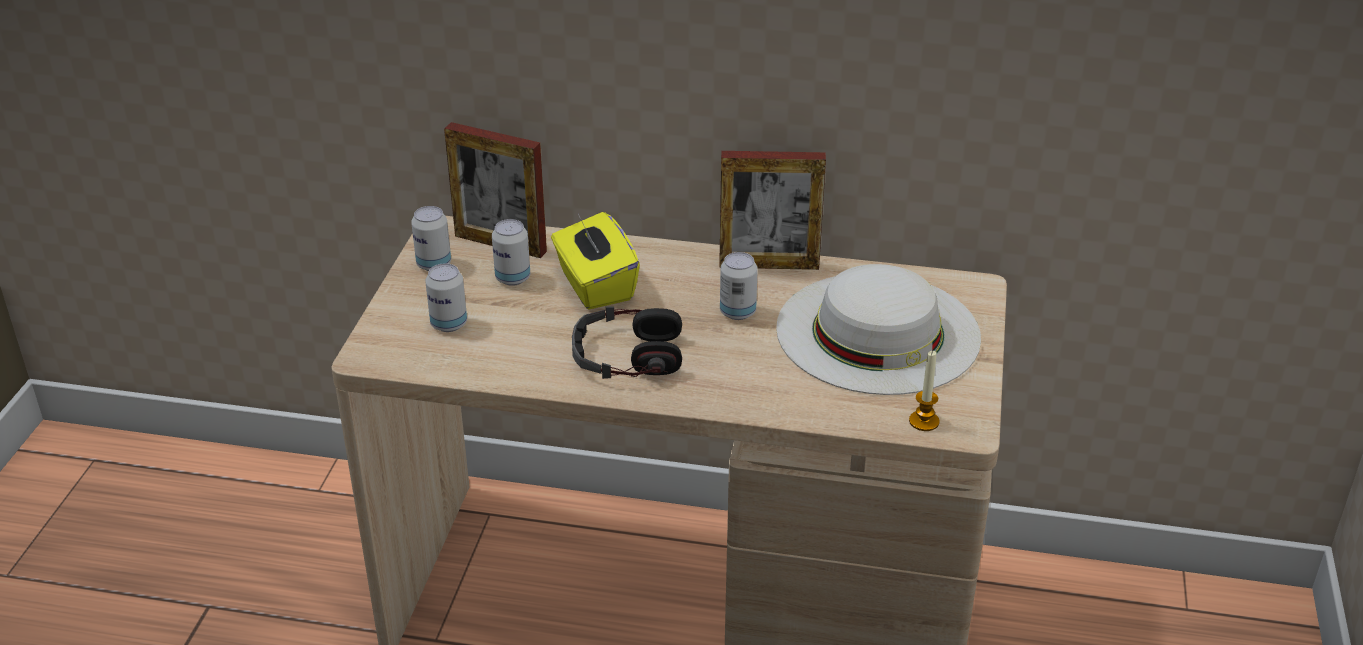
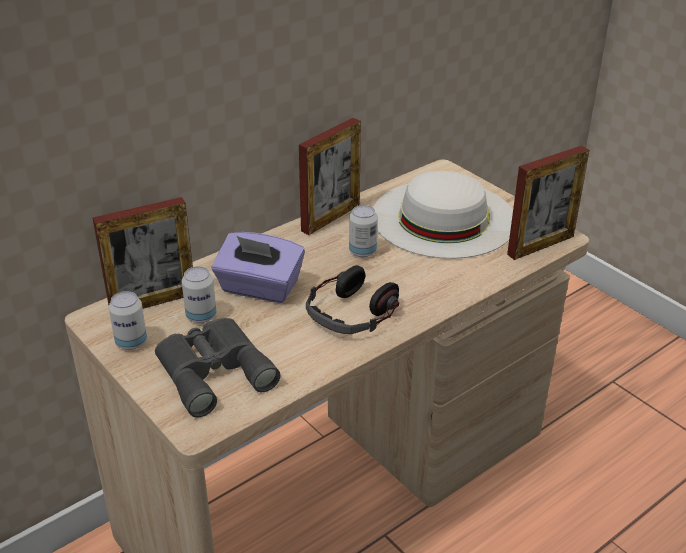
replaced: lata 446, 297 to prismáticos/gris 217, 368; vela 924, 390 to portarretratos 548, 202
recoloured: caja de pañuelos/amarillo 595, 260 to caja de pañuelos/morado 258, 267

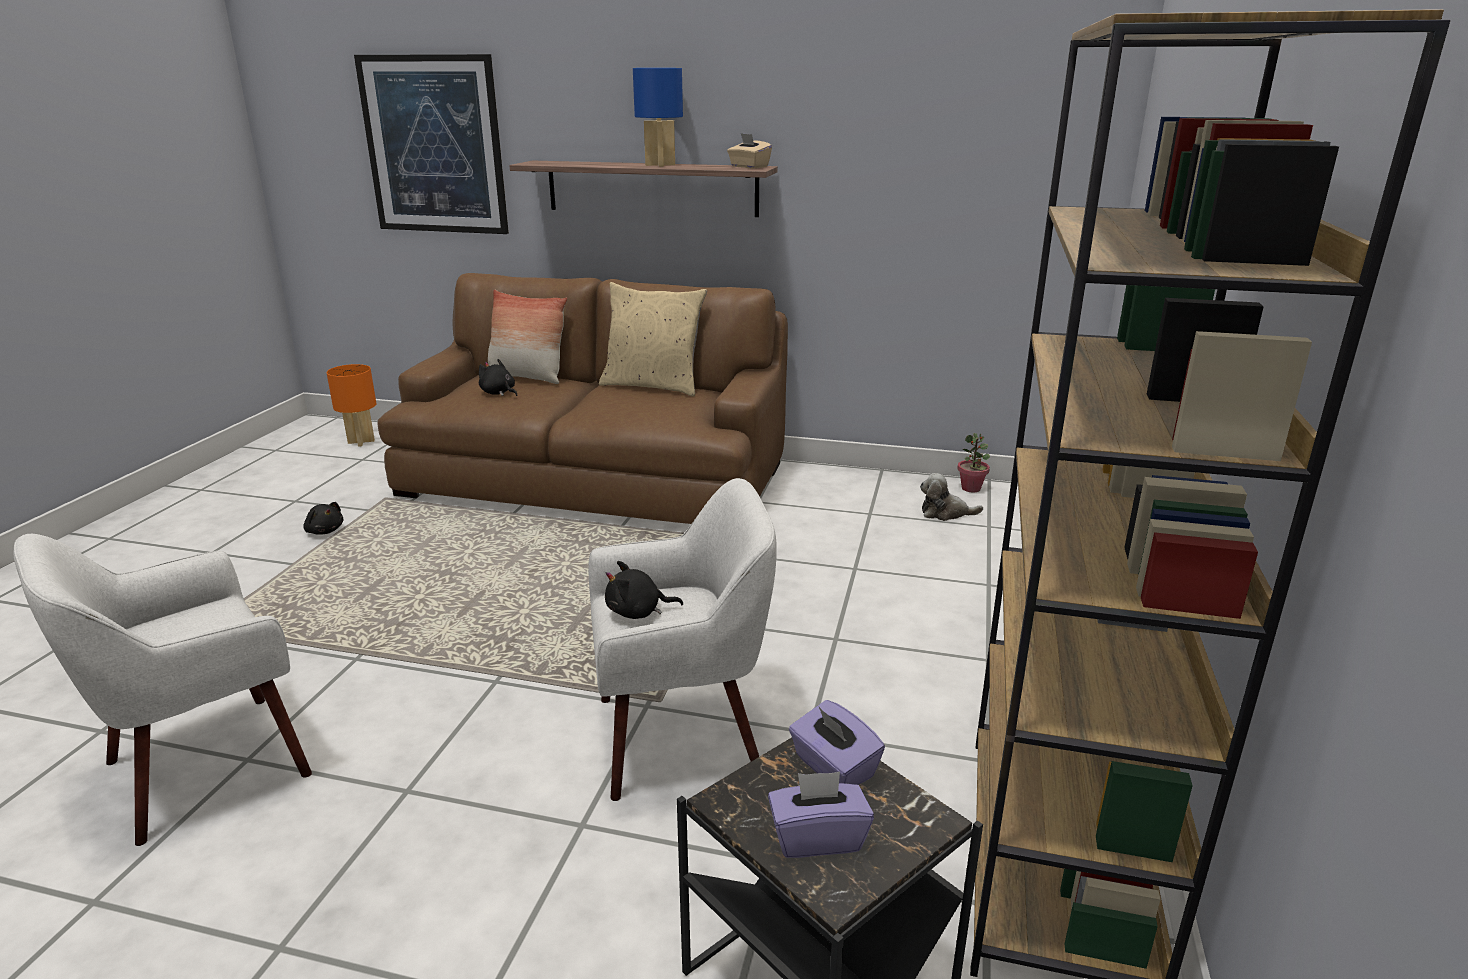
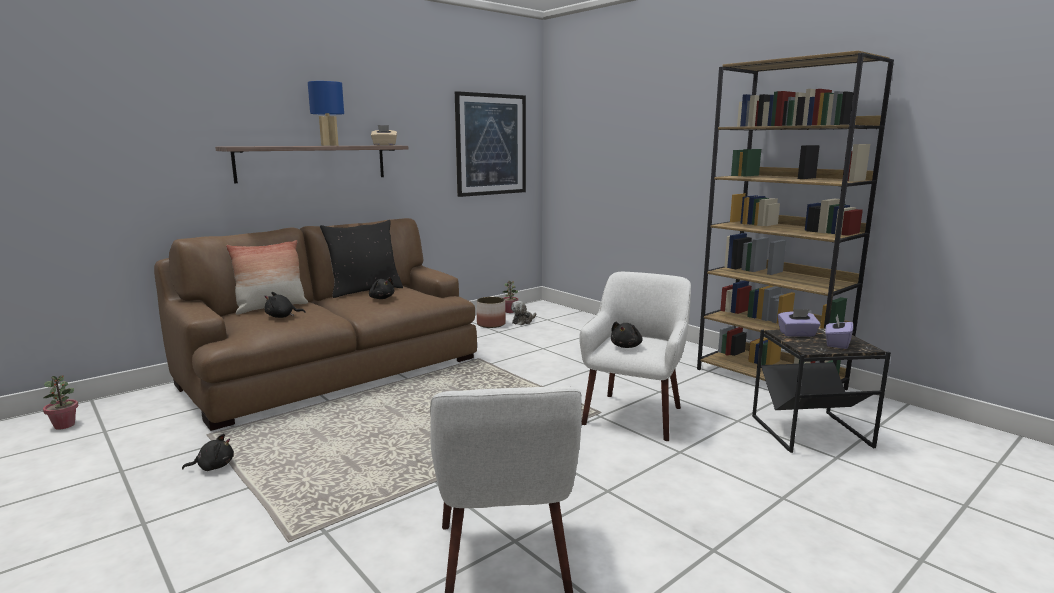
added: peluche/negro 382, 288; maceta 491, 312
moved: cuadro 431, 144 to 490, 144
replaced: lámpara de mesa/naranja 351, 405 to planta en maceta 60, 402
recoloured: cojín/beis 653, 339 to cojín/negro 361, 259

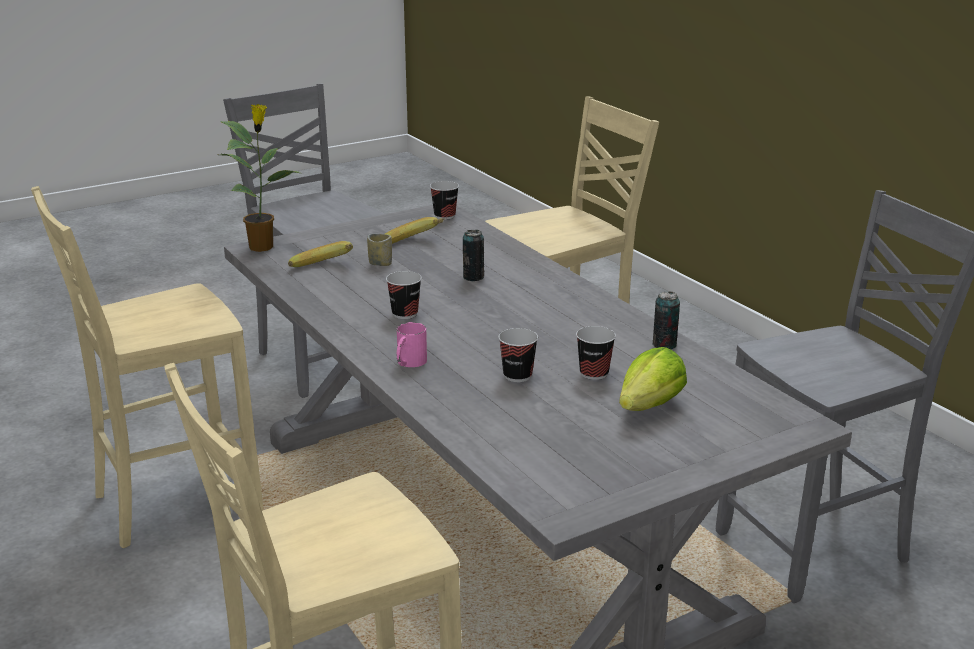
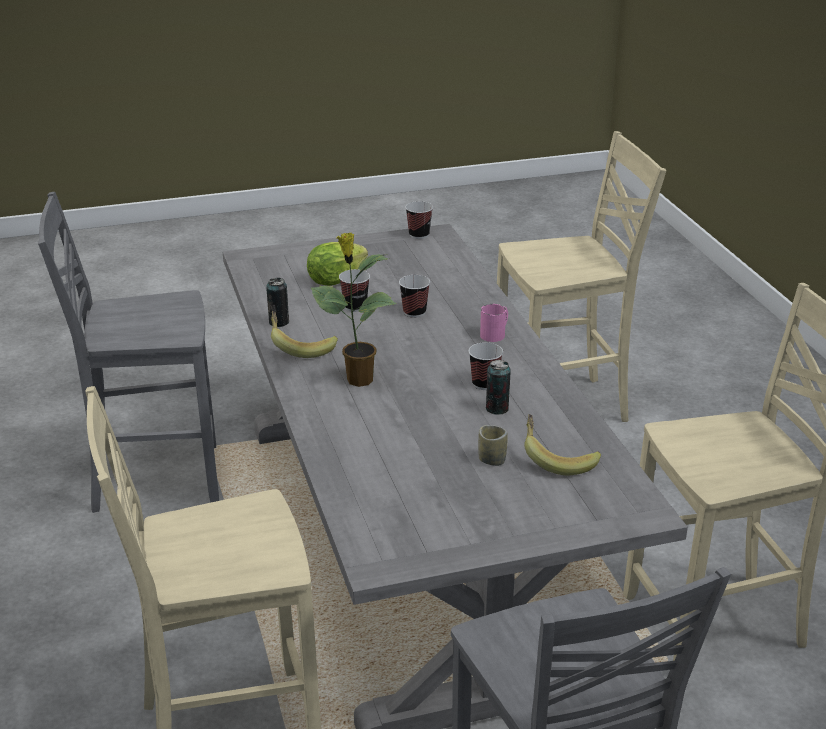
moved: planta en maceta 260, 178 to 353, 310; taza 444, 200 to 419, 220; plátano 414, 230 to 304, 334; lata 473, 256 to 498, 387

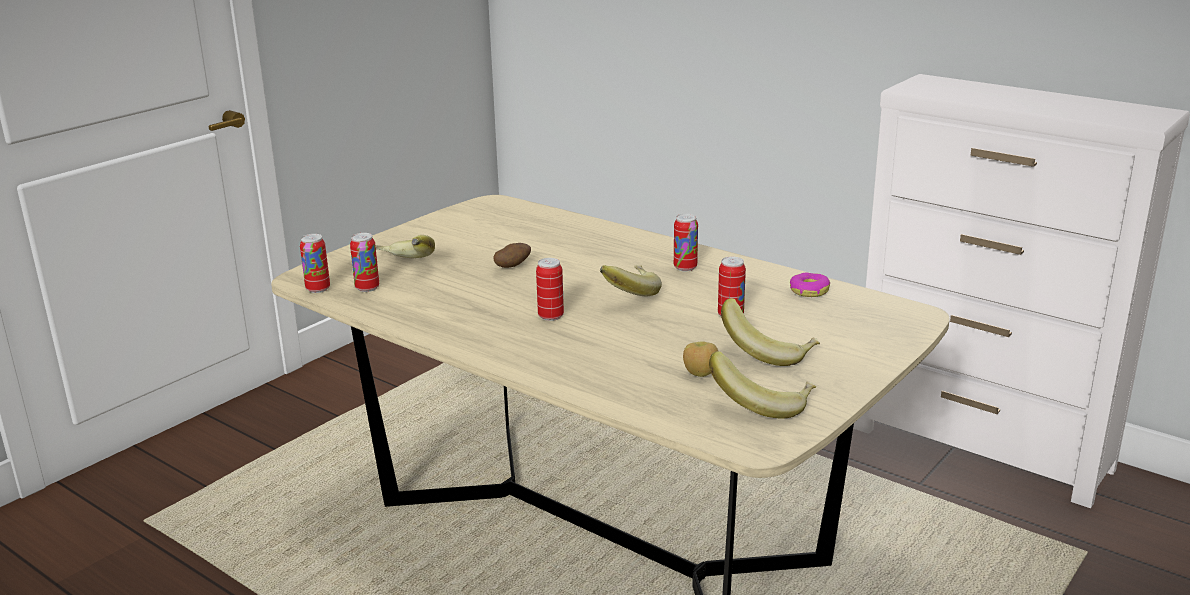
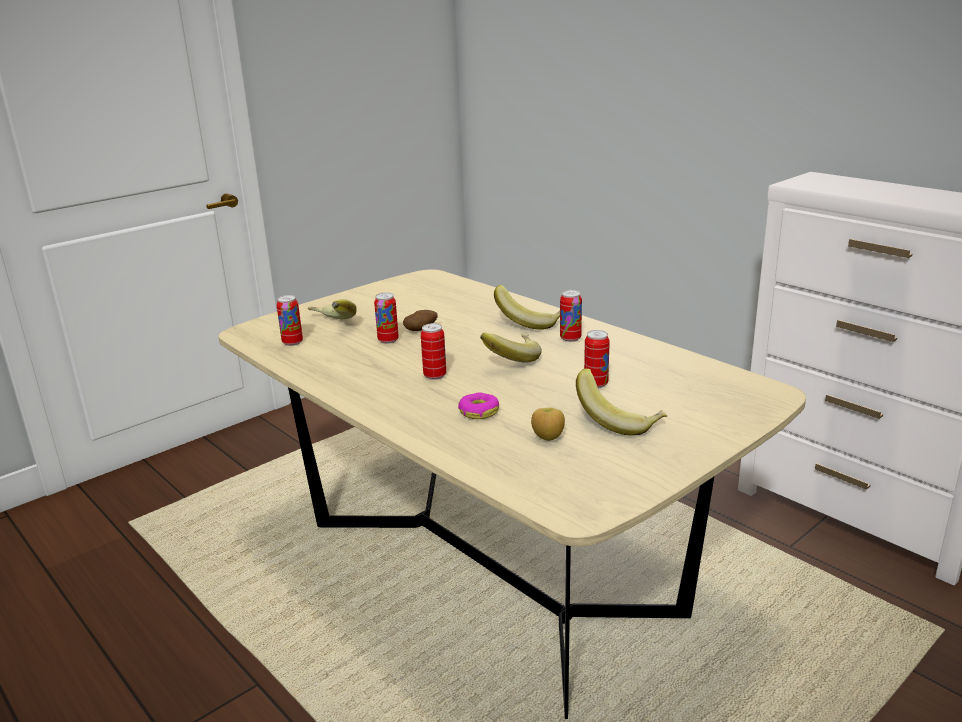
moved: lata 315, 263 to 386, 318; rosquilla 810, 284 to 478, 406; plátano 763, 384 to 527, 307

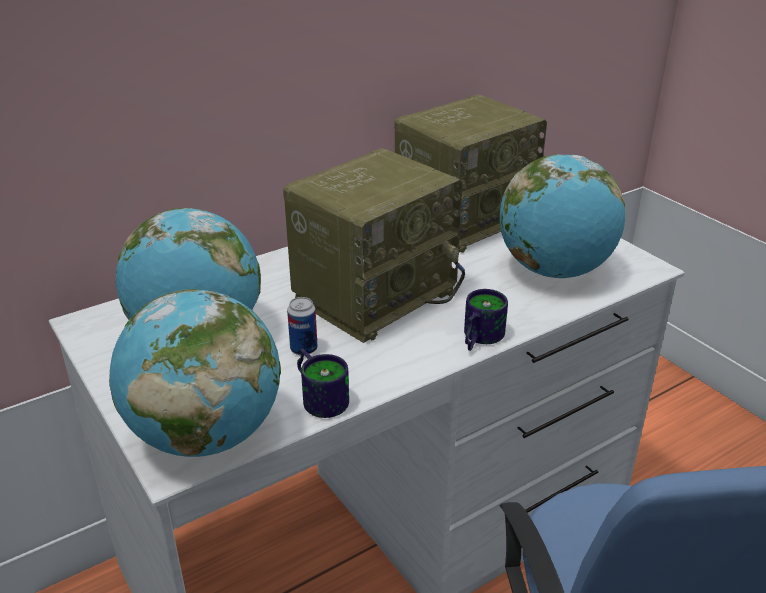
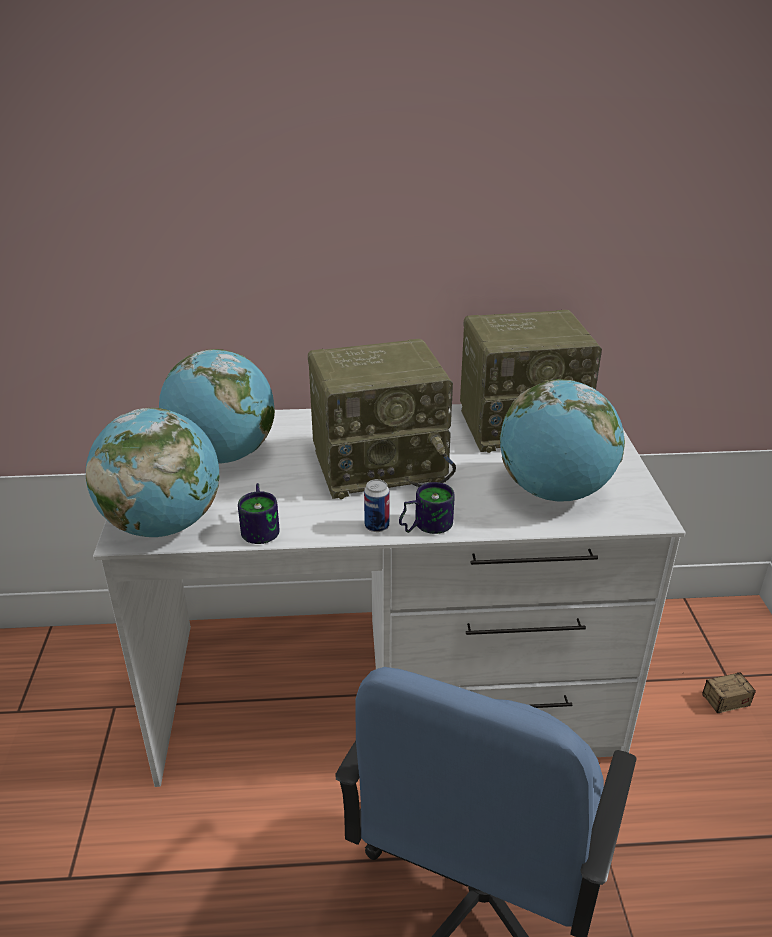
added: caja de almacenaje 719, 692
moved: lata 302, 326 to 376, 505

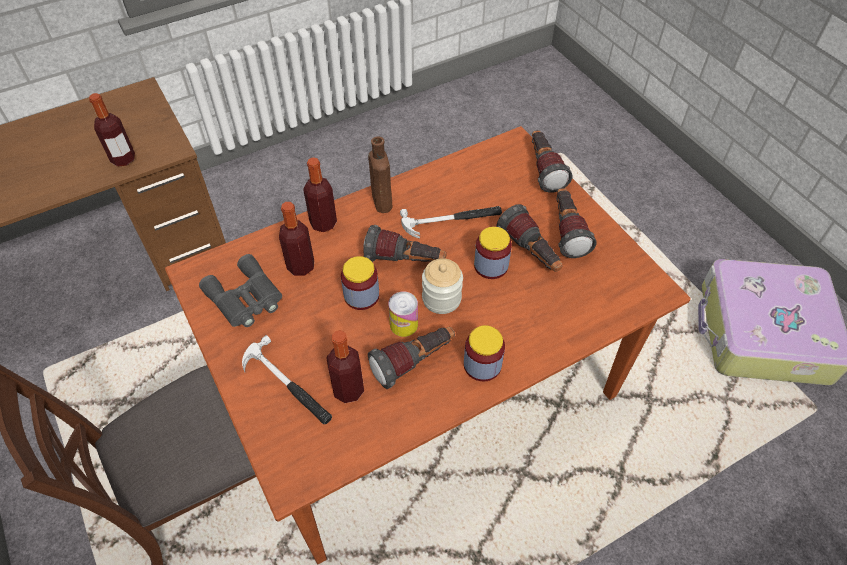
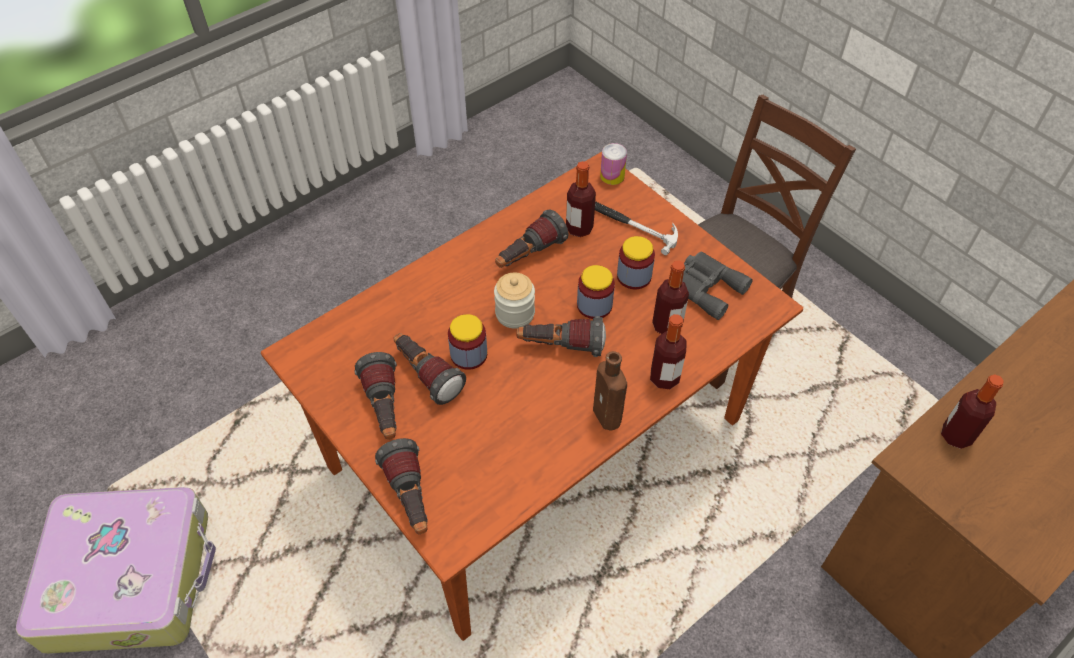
removed: martillo 451, 222
moved: lata 403, 314 to 613, 164; tarro 484, 353 to 636, 262

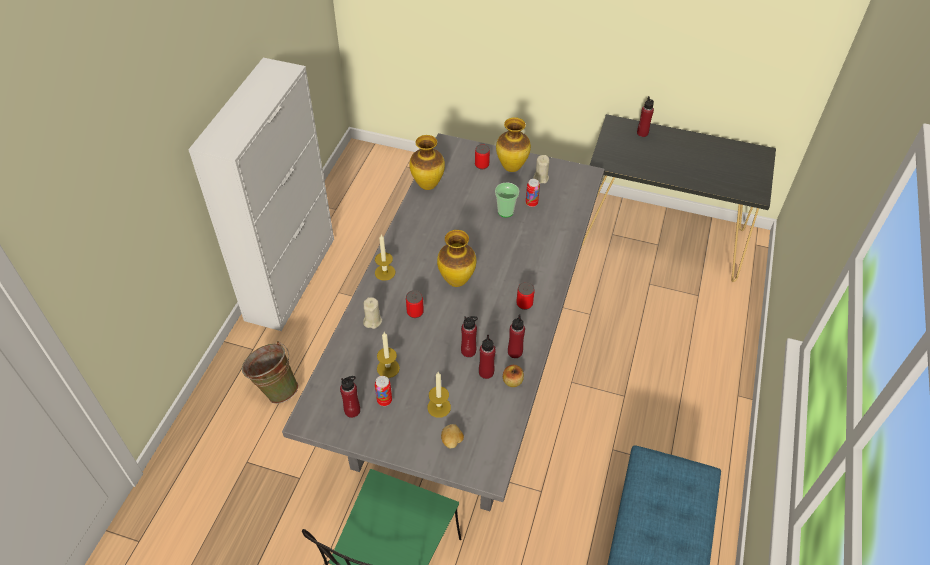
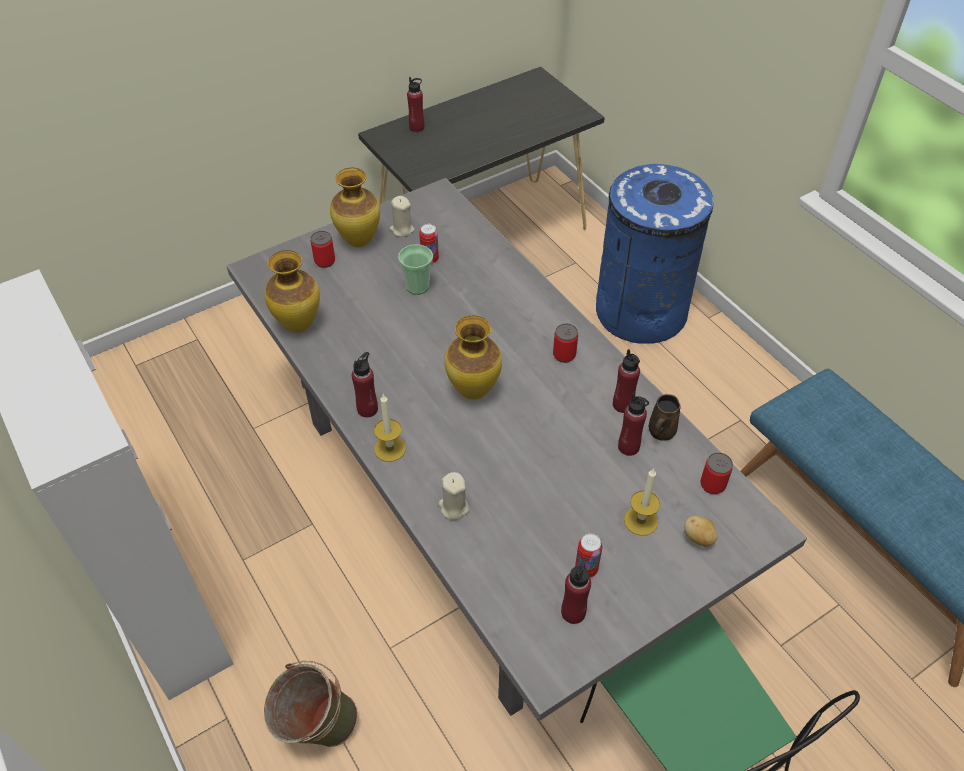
removed: vela 388, 355
added: papelera/azul 655, 254
moved: lata 415, 304 to 716, 473; botella/rojo 469, 336 to 365, 384
replaced: manzana 513, 376 to taza grande/marrón 665, 417

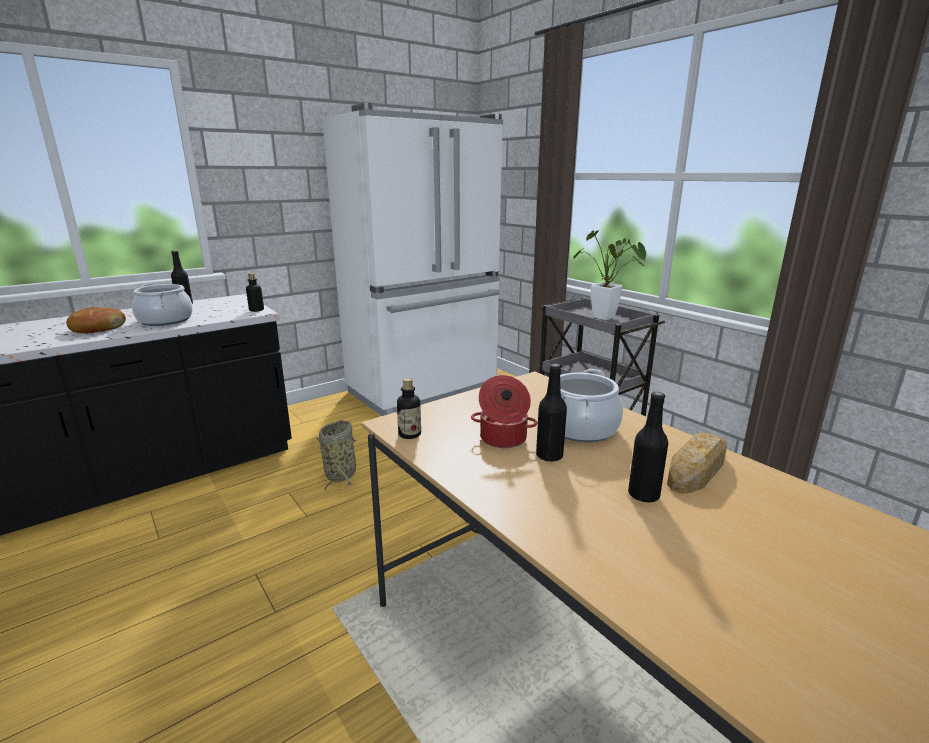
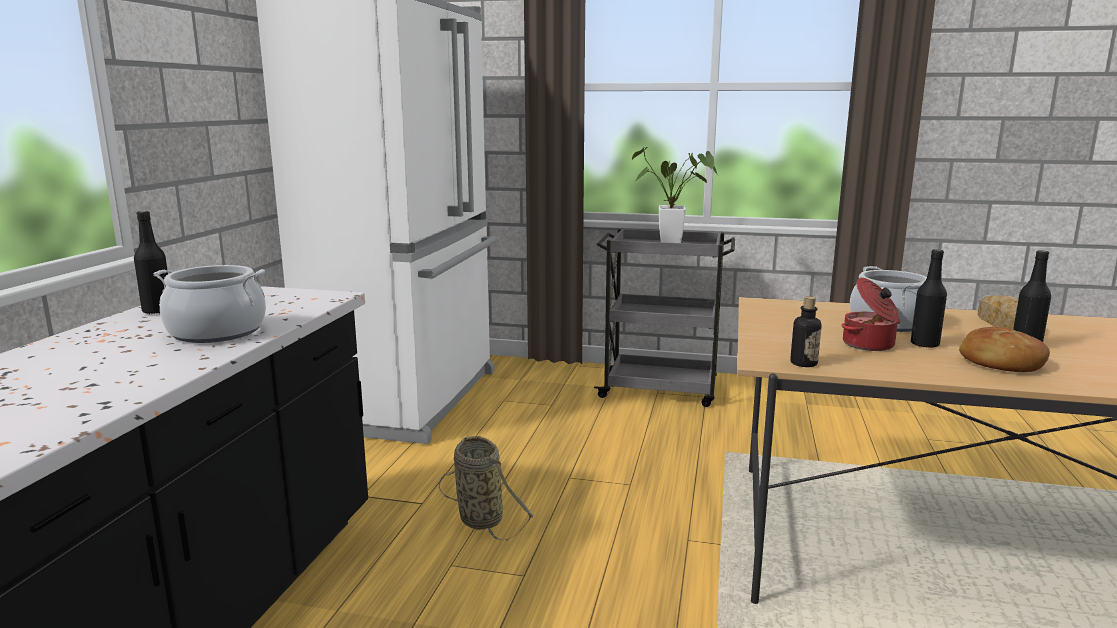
removed: botella 255, 292
moved: pan 96, 320 to 1004, 349

